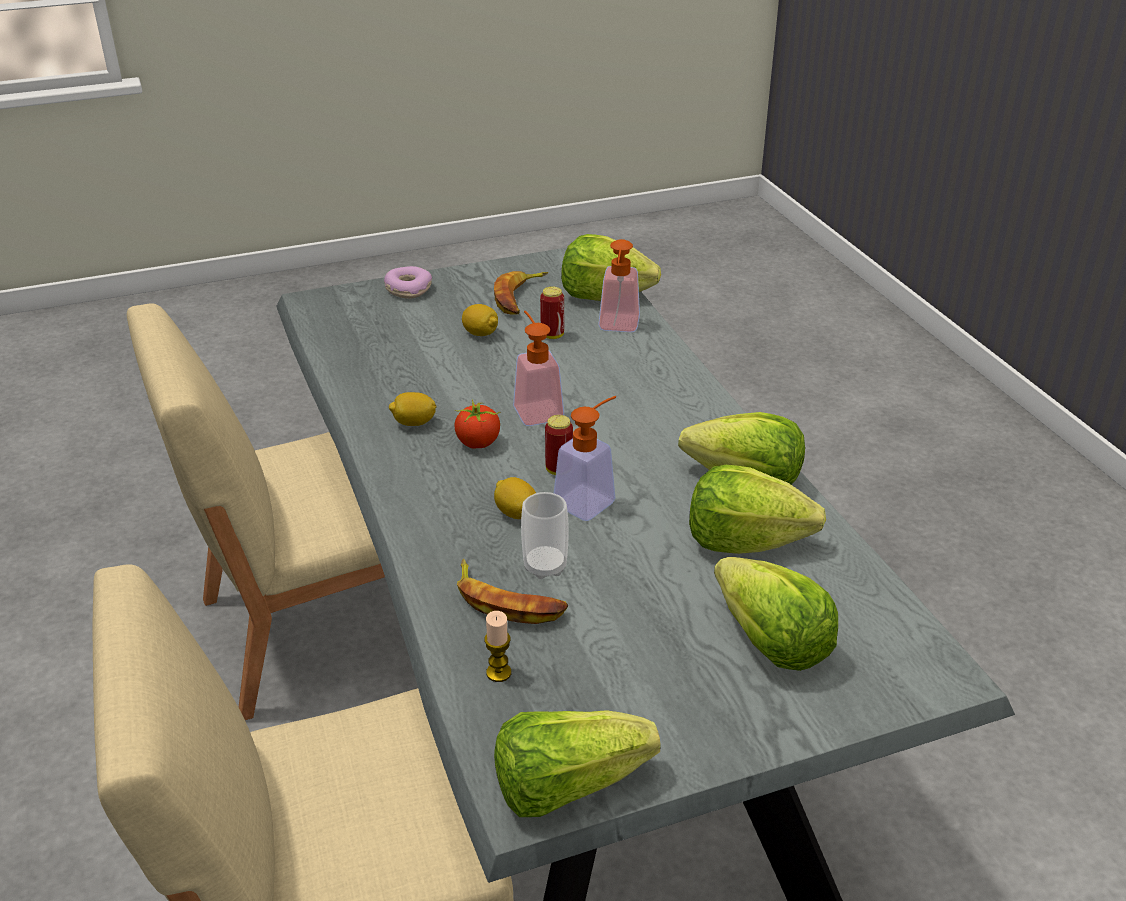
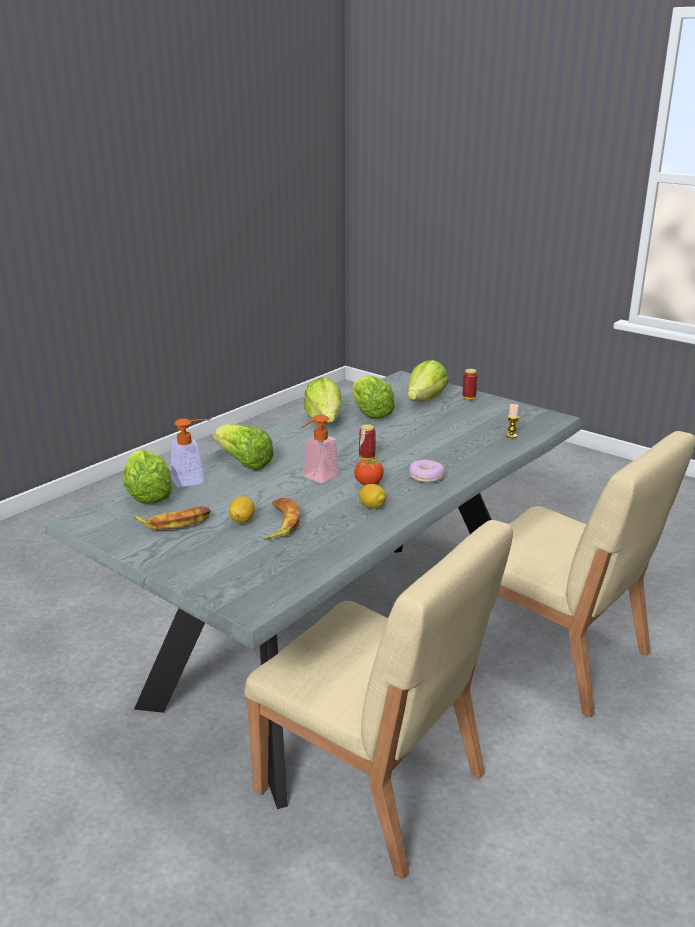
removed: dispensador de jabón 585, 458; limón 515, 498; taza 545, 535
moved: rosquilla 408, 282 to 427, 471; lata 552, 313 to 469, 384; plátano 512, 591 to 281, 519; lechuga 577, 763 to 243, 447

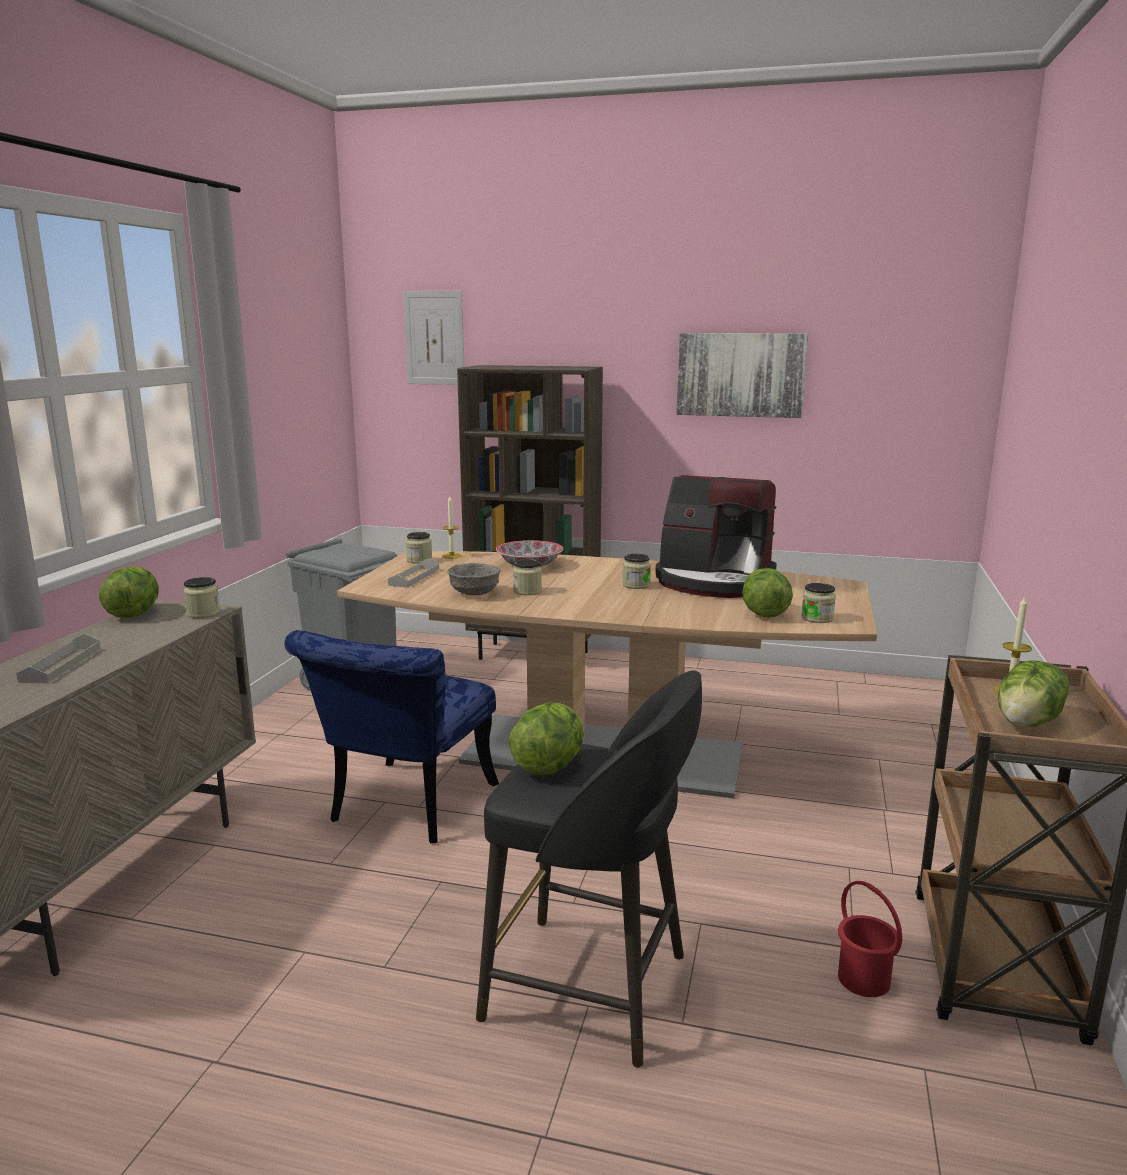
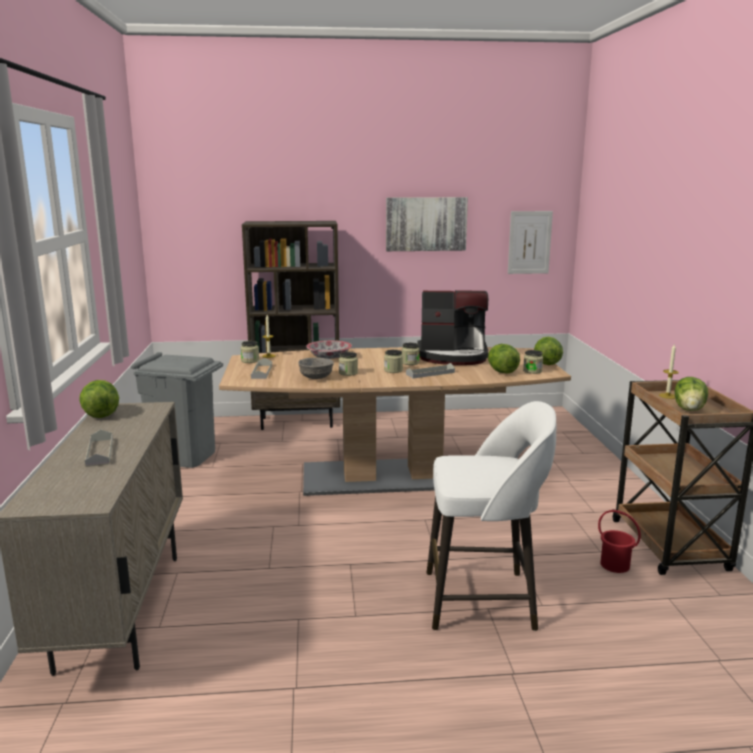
removed: silla/azul 391, 737
added: bandeja/gris 430, 370
moved: cuadro 433, 338 to 530, 242; tarro 201, 597 to 393, 361; lechuga 546, 739 to 548, 351
recoloured: taburete/negro 589, 869 to taburete/blanco 491, 516

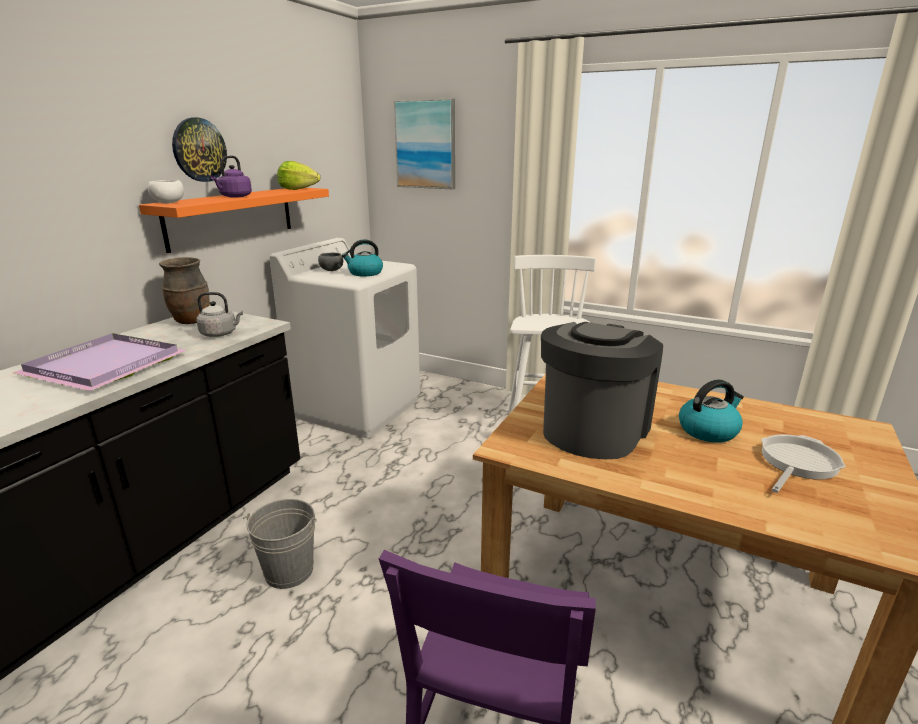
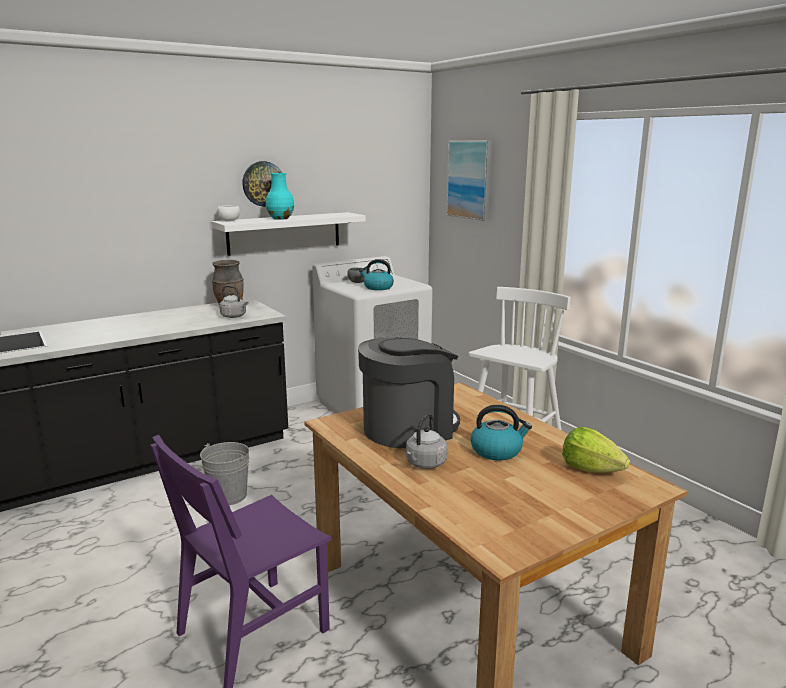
removed: bandeja/morado 99, 362; sartén 803, 463
added: hervidor/gris 426, 441
moved: lechuga 299, 175 to 596, 450
replaced: hervidor/morado 231, 176 to florero/turquesa 280, 196
recoloured: estante/naranja 234, 220 to estante/blanco 289, 234

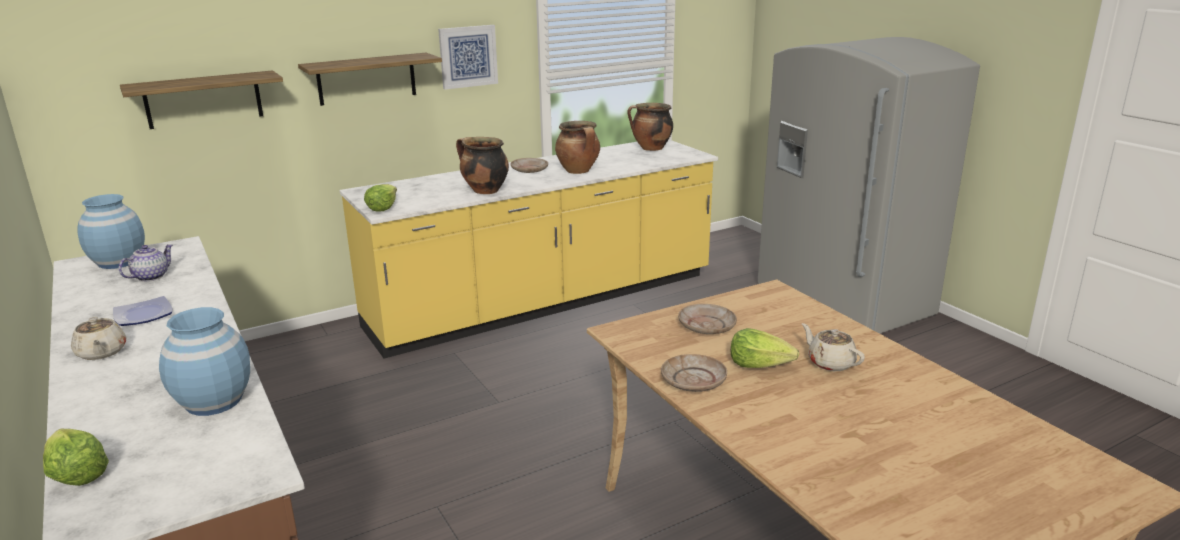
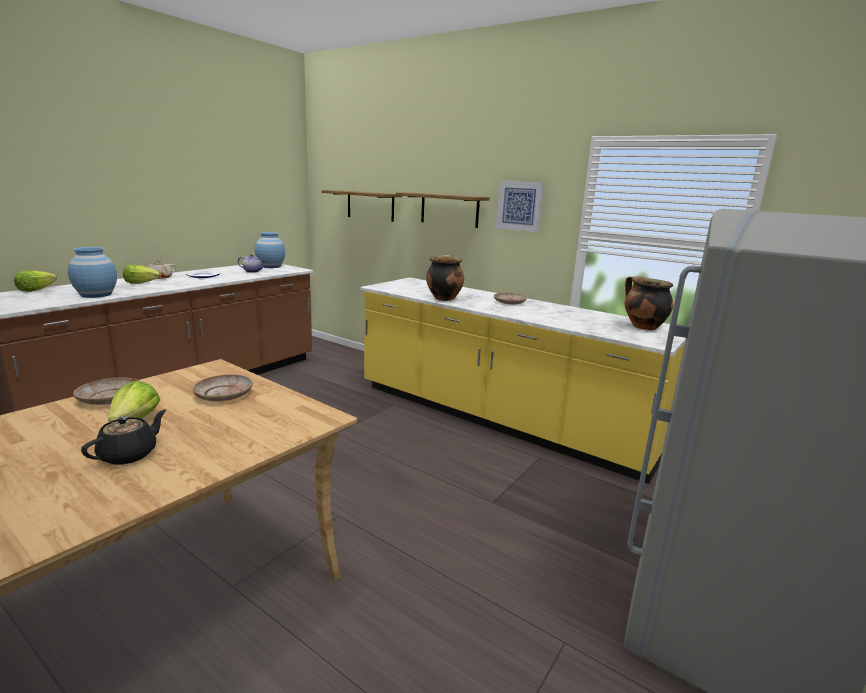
removed: olla 577, 147
moved: lechuga 380, 198 to 142, 274
recoloured: tetera/beis 833, 347 to tetera/negro 123, 437

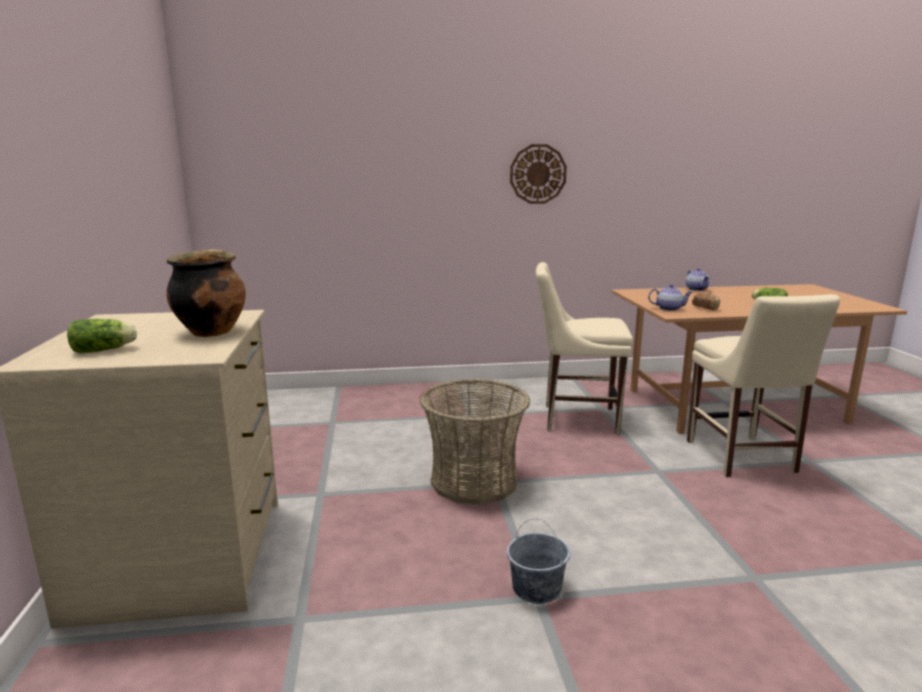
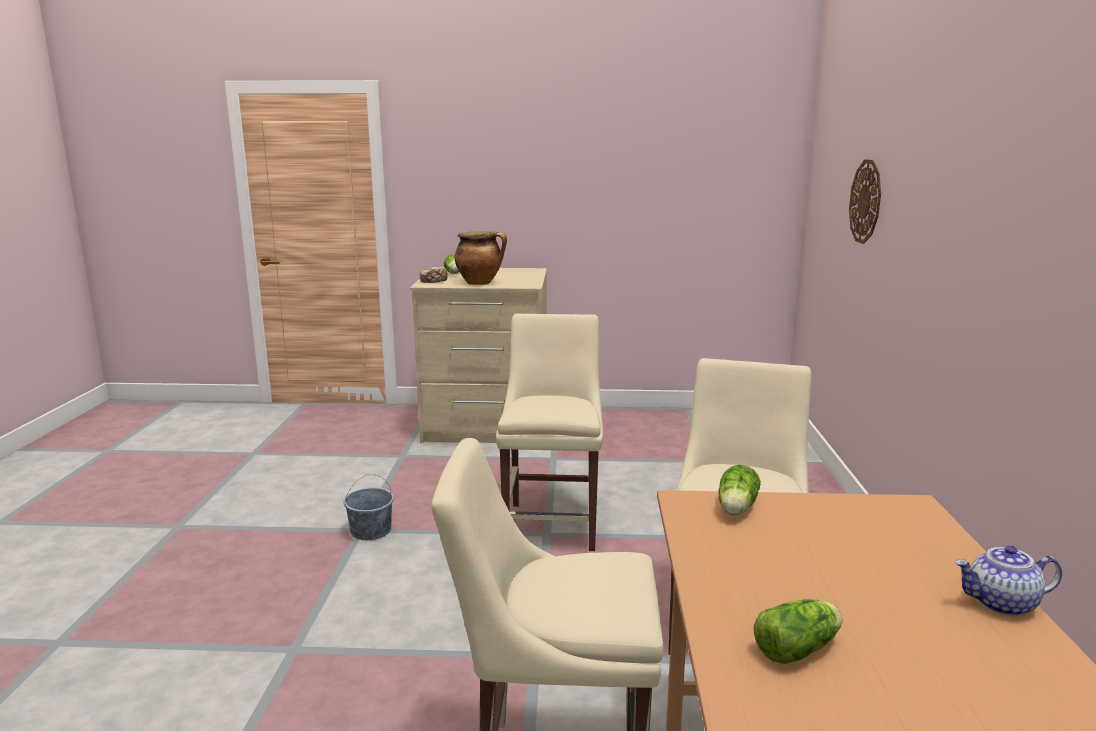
moved: reloj de pared 538, 174 to 865, 201; pan 706, 301 to 434, 275
replaced: tetera 670, 297 to lechuga 739, 490; cesta 475, 441 to silla/beis 549, 432

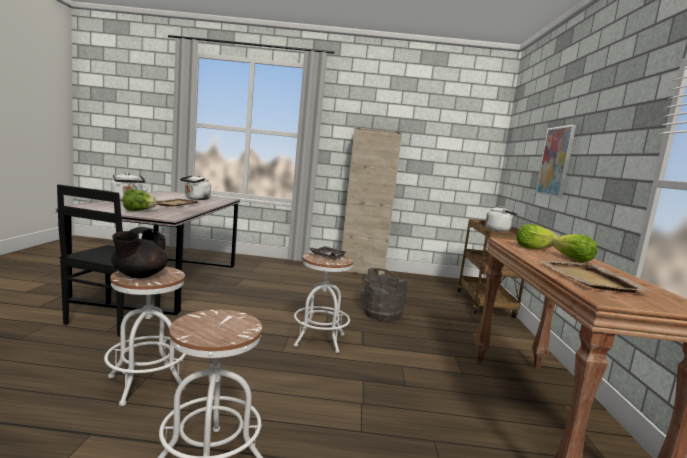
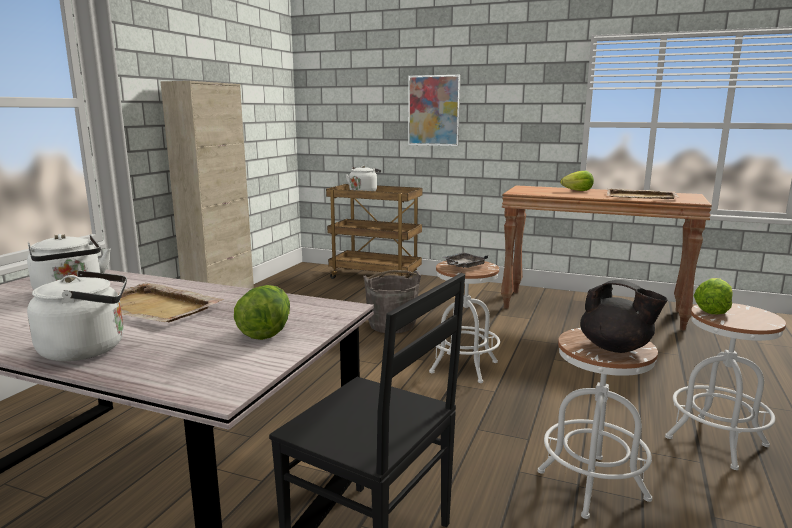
moved: lechuga 538, 236 to 713, 296

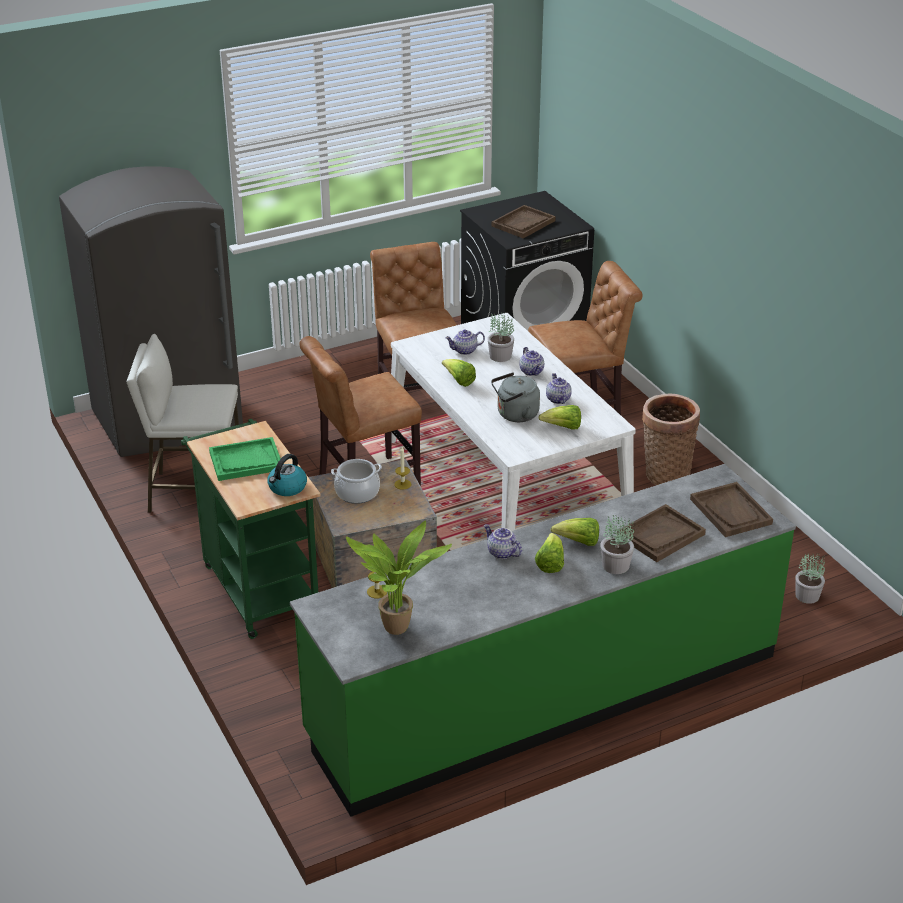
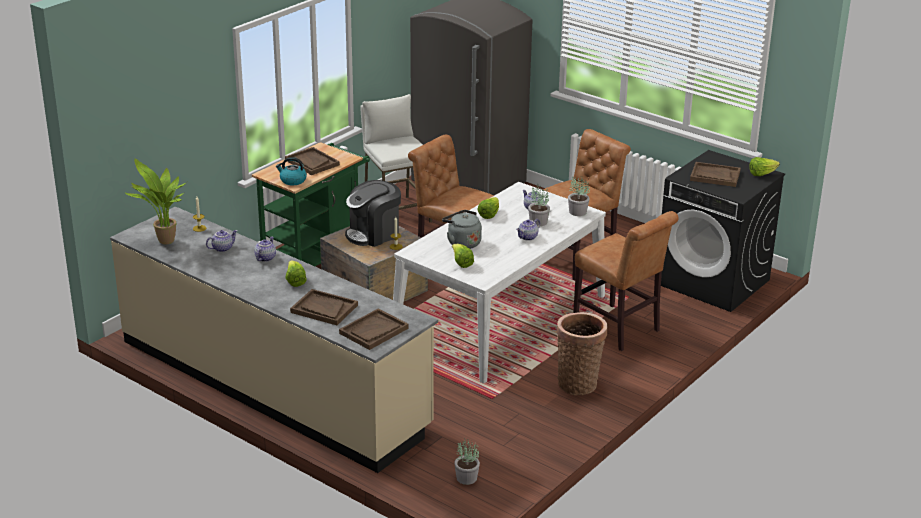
moved: tetera 559, 388 to 222, 241; planta en maceta 617, 544 to 579, 196; lechuga 549, 553 to 764, 166
replaced: olla 356, 481 to cafetera 373, 213
recoloured: bandeja/verde 245, 459 to bandeja/marrón 312, 161; mueble bajo de cocina/verde 543, 640 to mueble bajo de cocina/beis 274, 340

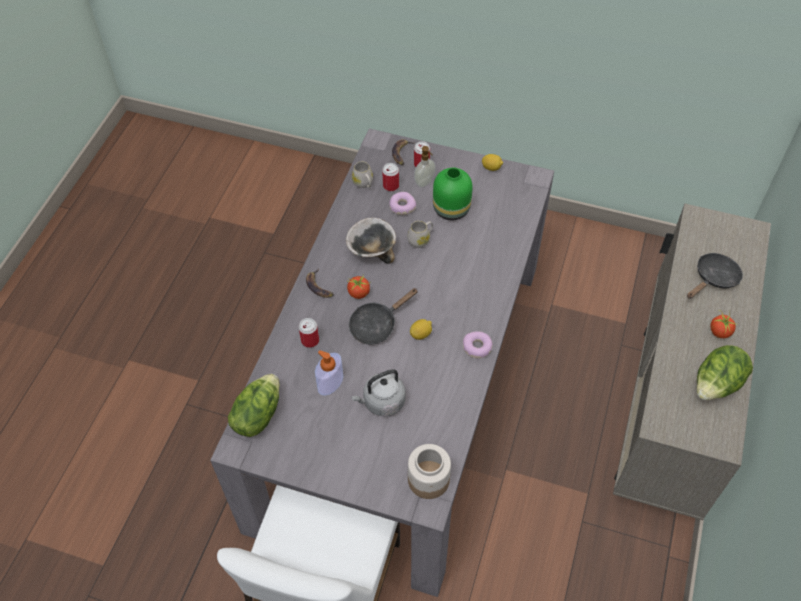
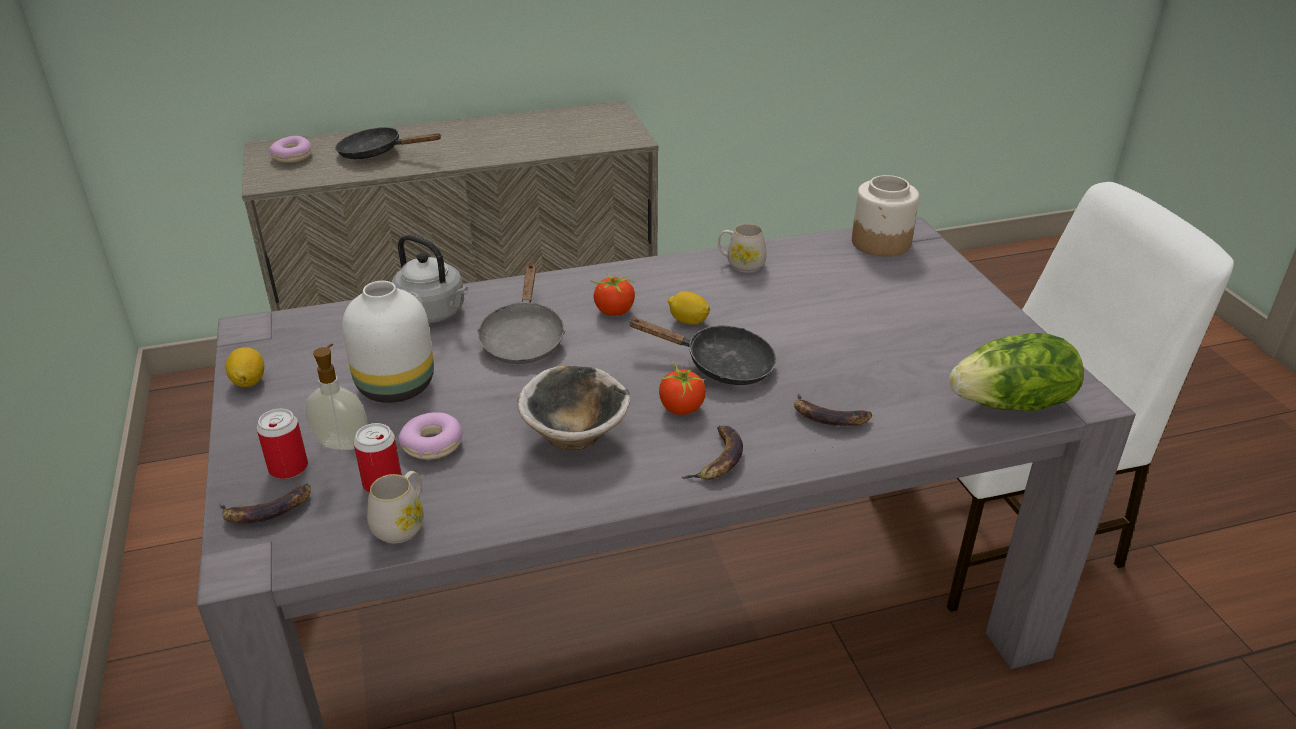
removed: lechuga 725, 372; dispensador de jabón 329, 373
added: sartén/gris 521, 313
moved: taza grande/blanco 420, 234 to 742, 248; tomate 723, 324 to 612, 295; rosquilla 478, 345 to 290, 149; hervidor/gris 378, 392 to 430, 279
replaced: lata 309, 333 to plátano 833, 410
recoloured: florero/verde 453, 193 to florero/blanco 388, 342

